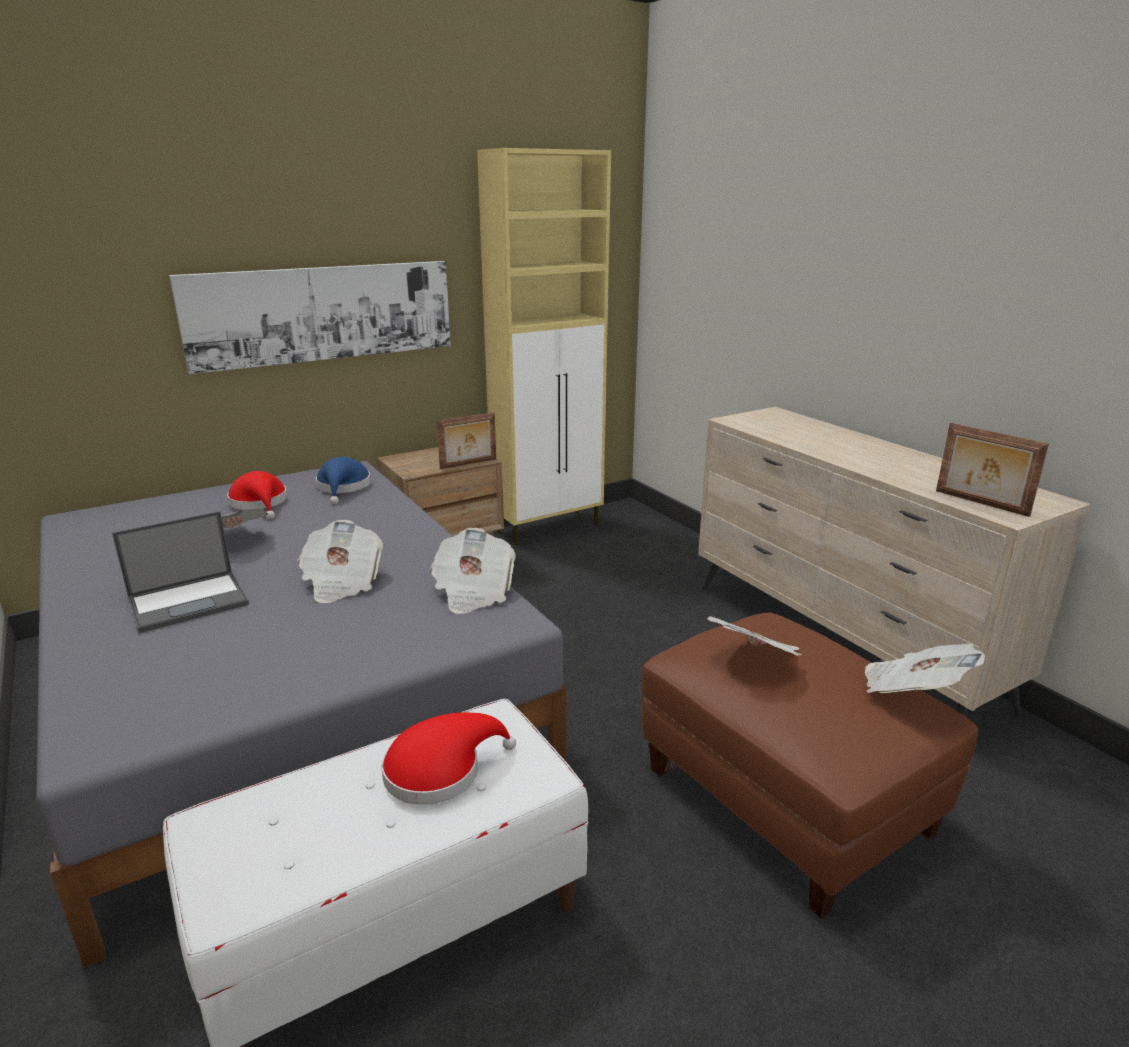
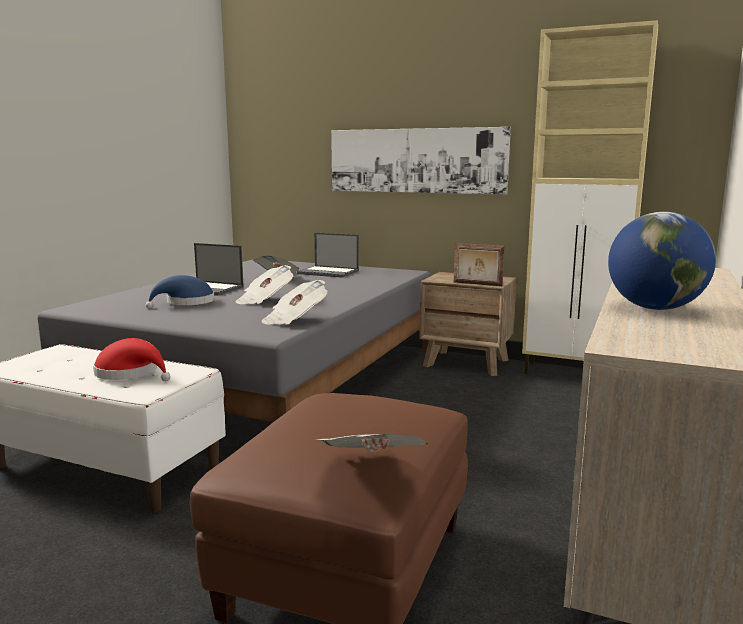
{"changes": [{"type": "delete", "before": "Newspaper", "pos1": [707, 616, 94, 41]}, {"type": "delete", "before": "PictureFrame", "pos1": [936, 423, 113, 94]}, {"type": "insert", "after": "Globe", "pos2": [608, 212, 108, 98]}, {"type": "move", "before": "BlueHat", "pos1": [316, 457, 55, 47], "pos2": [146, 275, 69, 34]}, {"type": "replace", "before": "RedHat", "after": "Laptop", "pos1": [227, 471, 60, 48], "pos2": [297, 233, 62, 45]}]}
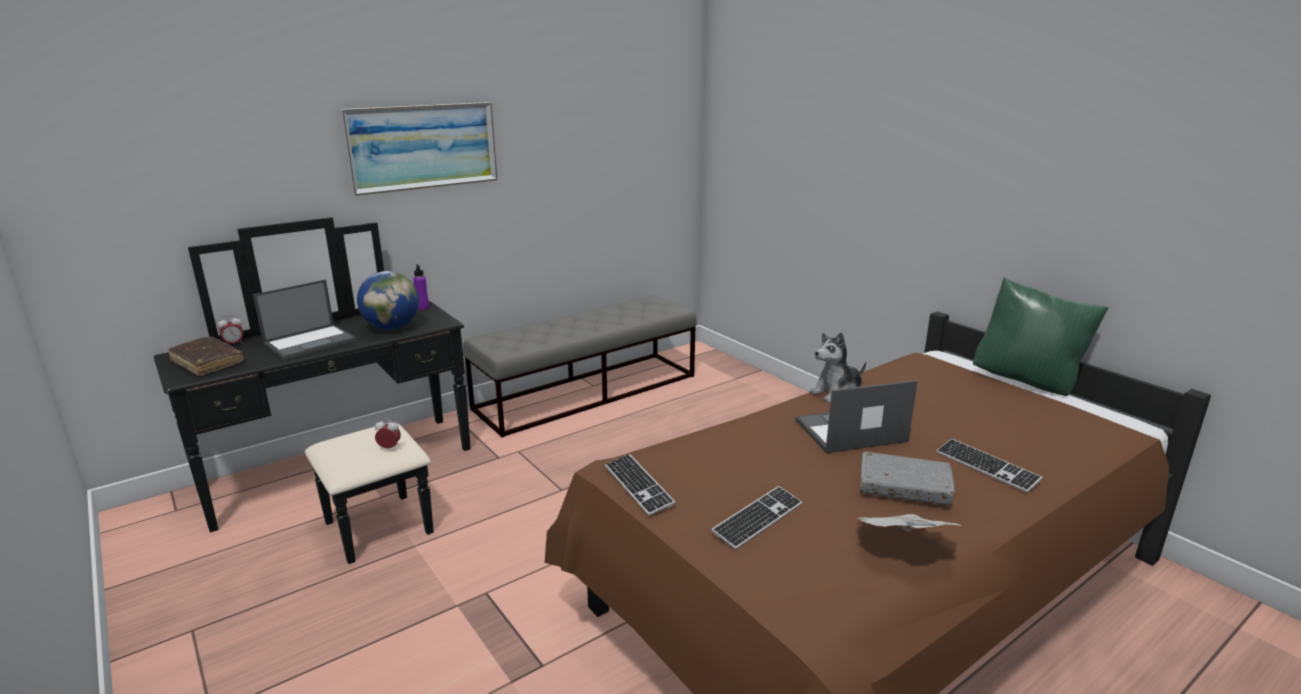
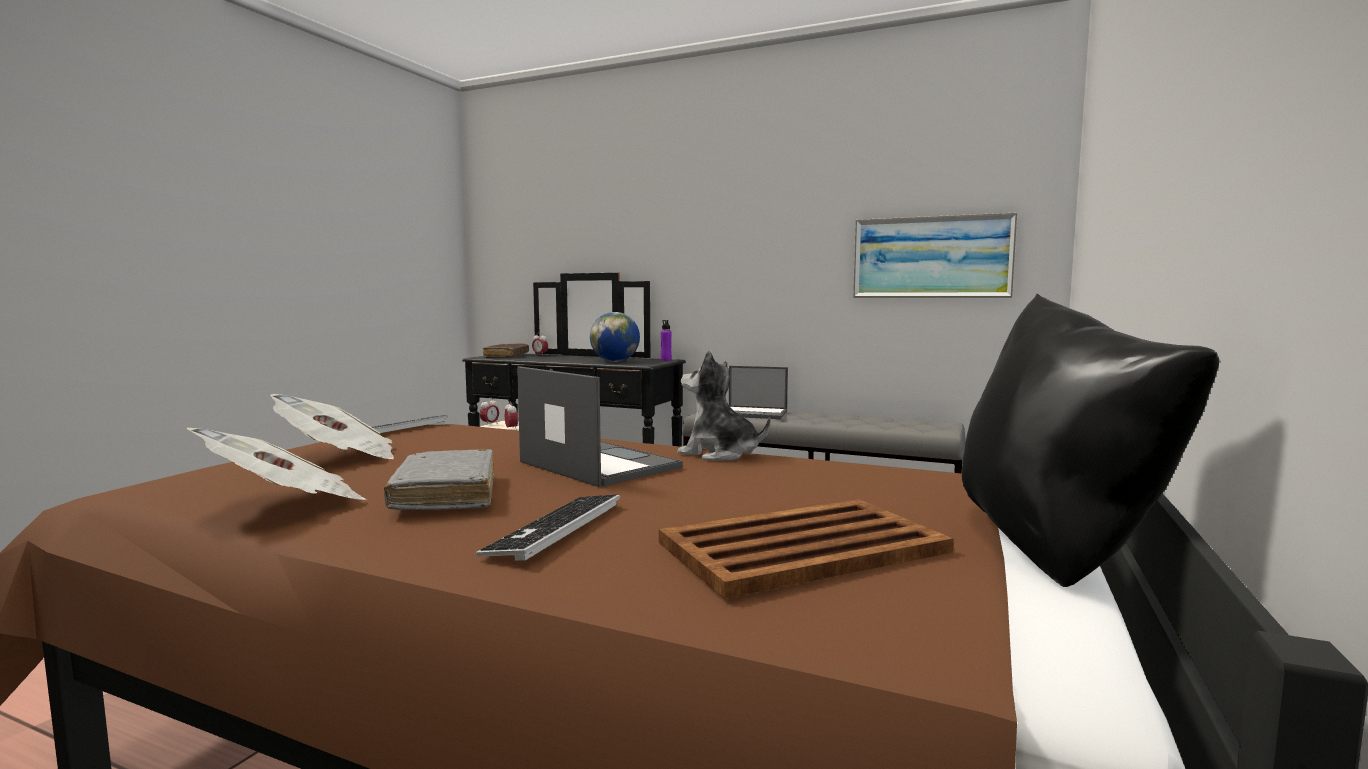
{"changes": [{"type": "insert", "after": "AlarmClock", "pos2": [480, 398, 19, 26]}, {"type": "insert", "after": "BrownTray", "pos2": [659, 499, 295, 100]}, {"type": "move", "before": "Laptop", "pos1": [253, 279, 104, 81], "pos2": [729, 366, 59, 53]}, {"type": "move", "before": "Picture", "pos1": [340, 102, 158, 94], "pos2": [853, 213, 164, 85]}, {"type": "replace", "before": "Keyboard", "after": "Newspaper", "pos1": [711, 486, 92, 64], "pos2": [270, 394, 124, 65]}, {"type": "recolor", "before": "GreenPillow", "after": "BlackPillow", "pos1": [973, 277, 136, 119], "pos2": [962, 294, 257, 293]}]}
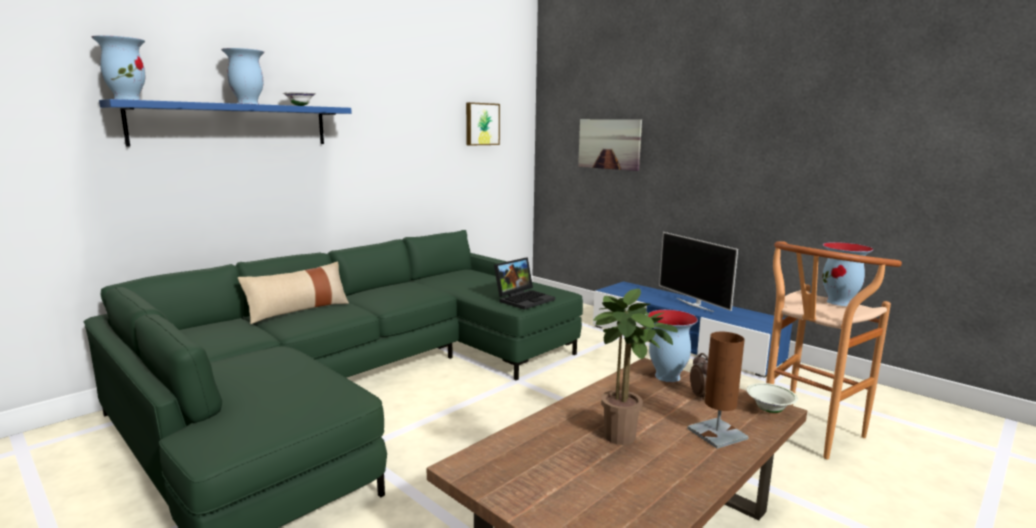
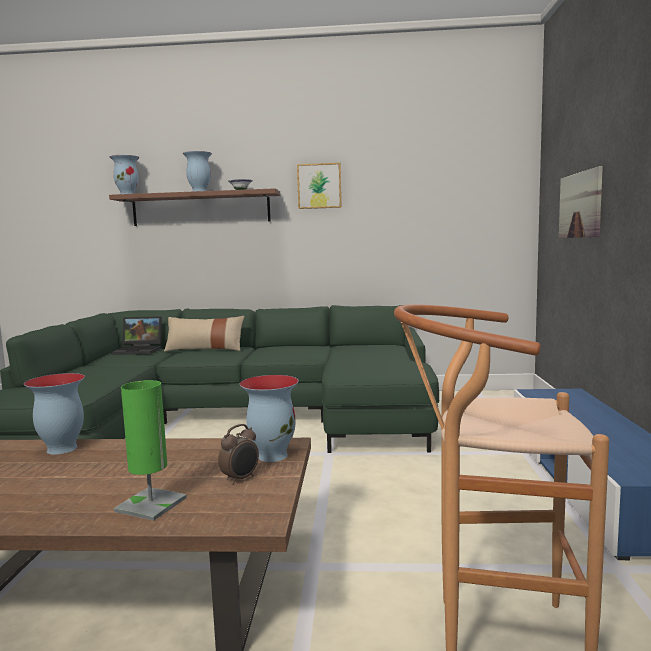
{"changes": [{"type": "delete", "before": "PottedPlant", "pos1": [593, 289, 85, 156]}, {"type": "delete", "before": "Television", "pos1": [659, 232, 79, 80]}, {"type": "delete", "before": "WhiteBowl", "pos1": [746, 383, 52, 30]}, {"type": "move", "before": "Picture", "pos1": [466, 102, 34, 44], "pos2": [297, 163, 45, 46]}, {"type": "move", "before": "Laptop", "pos1": [494, 257, 61, 53], "pos2": [111, 316, 51, 39]}, {"type": "move", "before": "Vase", "pos1": [822, 242, 51, 64], "pos2": [24, 373, 61, 82]}, {"type": "recolor", "before": "BlueShelf", "after": "BrownShelf", "pos1": [99, 99, 253, 48], "pos2": [109, 188, 171, 38]}, {"type": "recolor", "before": "BrownTableLamp", "after": "GreenTableLamp", "pos1": [687, 331, 62, 118], "pos2": [114, 380, 73, 141]}]}
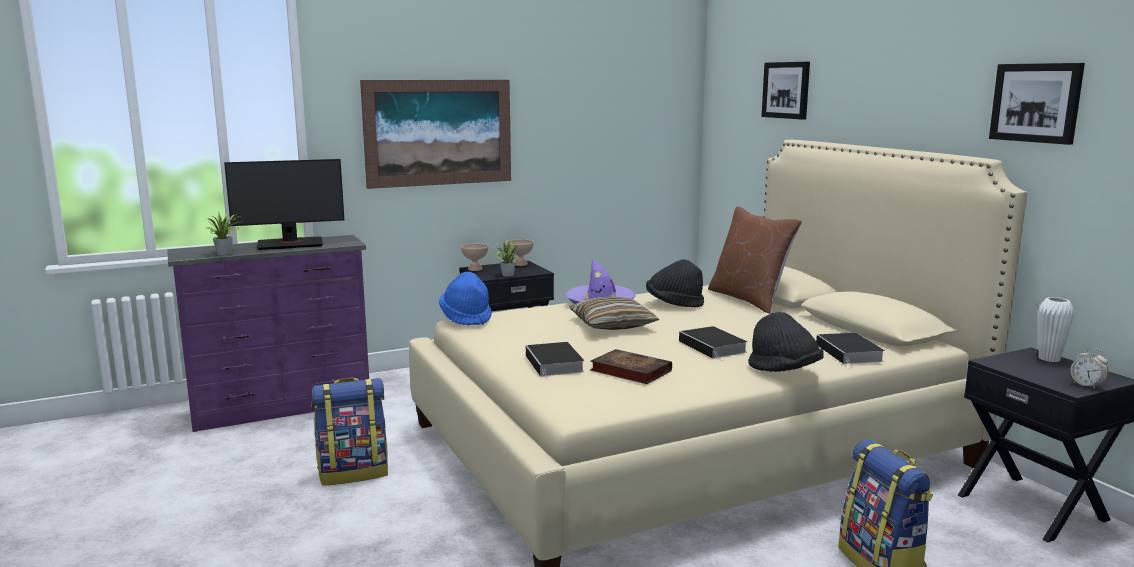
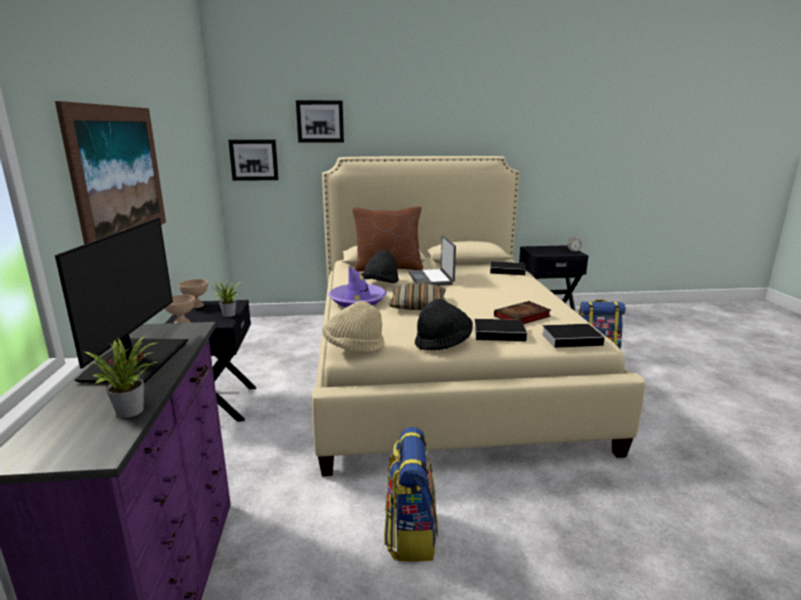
{"changes": [{"type": "delete", "before": "WhiteVase", "pos1": [1038, 297, 36, 65]}, {"type": "insert", "after": "Laptop", "pos2": [408, 236, 48, 50]}, {"type": "move", "before": "Book", "pos1": [679, 326, 69, 35], "pos2": [542, 324, 67, 24]}, {"type": "move", "before": "BlackHat", "pos1": [748, 312, 76, 60], "pos2": [415, 299, 58, 51]}, {"type": "move", "before": "Picture", "pos1": [989, 63, 96, 82], "pos2": [228, 140, 51, 41]}, {"type": "recolor", "before": "BlueHat", "after": "BeigeHat", "pos1": [439, 272, 53, 54], "pos2": [322, 301, 63, 51]}]}
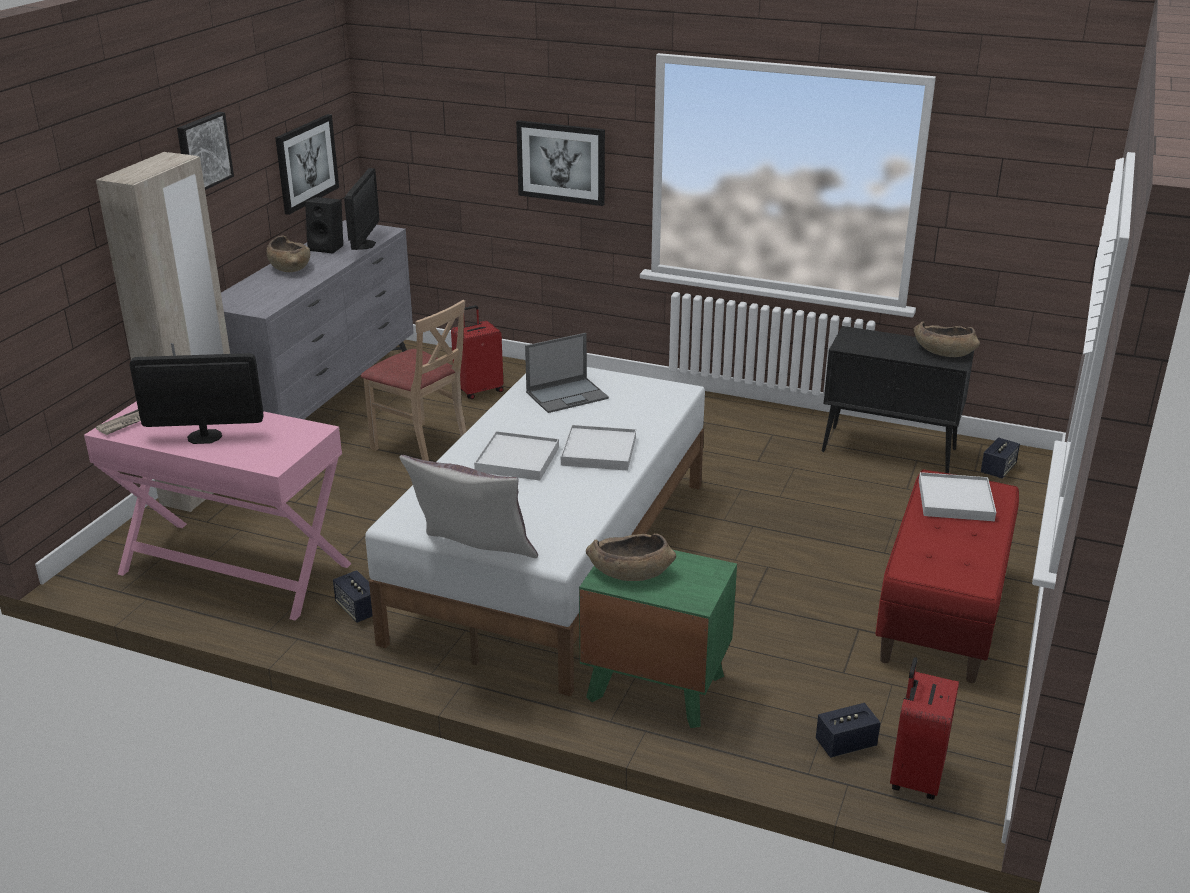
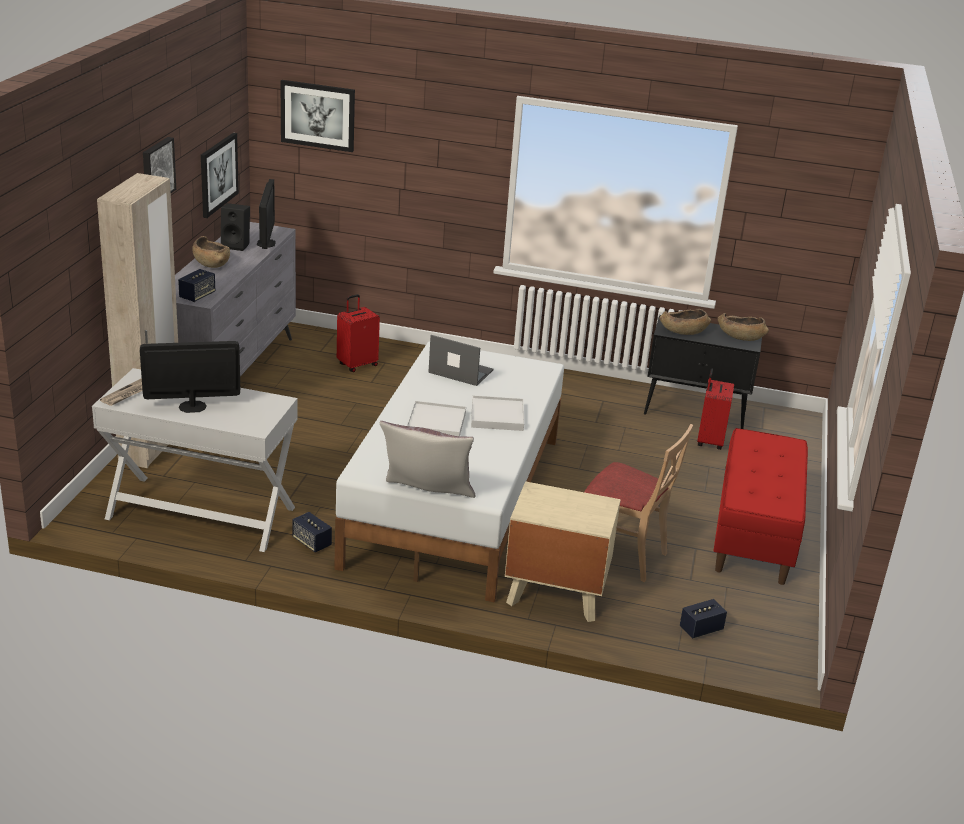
{"changes": [{"type": "delete", "before": "WhiteTray", "pos1": [919, 472, 77, 49]}, {"type": "move", "before": "BeigeChair", "pos1": [361, 300, 106, 161], "pos2": [584, 424, 109, 158]}, {"type": "move", "before": "Picture", "pos1": [516, 120, 89, 86], "pos2": [281, 80, 74, 72]}, {"type": "move", "before": "BrownBowl", "pos1": [586, 533, 90, 48], "pos2": [659, 309, 52, 26]}, {"type": "move", "before": "RedSuitcase", "pos1": [890, 657, 69, 143], "pos2": [697, 369, 37, 81]}, {"type": "move", "before": "Speaker", "pos1": [981, 437, 39, 41], "pos2": [178, 269, 37, 33]}, {"type": "recolor", "before": "PinkConsoleTable", "after": "WhiteConsoleTable", "pos1": [84, 401, 268, 219], "pos2": [92, 368, 206, 184]}, {"type": "recolor", "before": "GreenNightstand", "after": "BeigeNightstand", "pos1": [579, 550, 158, 178], "pos2": [505, 481, 116, 141]}, {"type": "rotate", "before": "Laptop", "pos1": [525, 333, 84, 80], "pos2": [428, 335, 66, 51], "turn": -120}]}
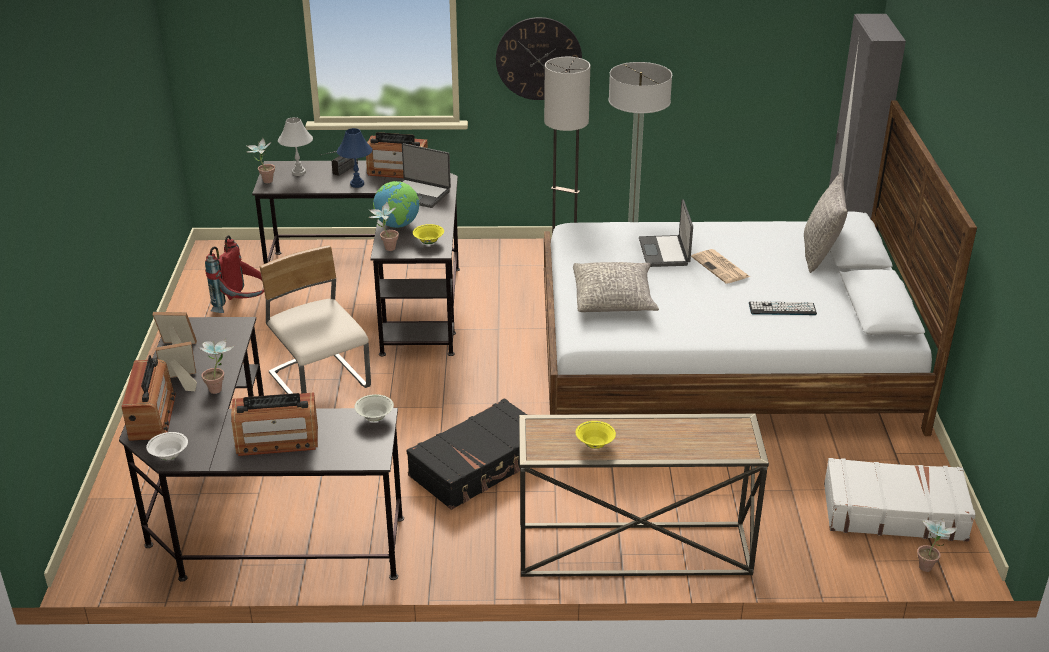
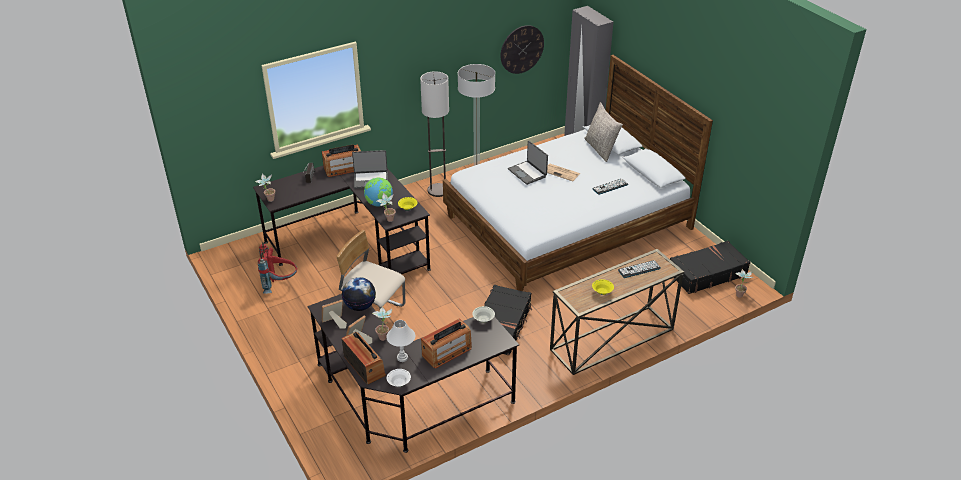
{"changes": [{"type": "delete", "before": "BlueTableLamp", "pos1": [337, 128, 35, 60]}, {"type": "delete", "before": "GreyPillow", "pos1": [573, 262, 86, 50]}, {"type": "insert", "after": "Globe", "pos2": [342, 277, 34, 34]}, {"type": "insert", "after": "Keyboard", "pos2": [618, 260, 43, 18]}, {"type": "move", "before": "WhiteTableLamp", "pos1": [278, 117, 35, 59], "pos2": [386, 320, 29, 42]}, {"type": "move", "before": "WallClock", "pos1": [496, 17, 86, 83], "pos2": [500, 25, 44, 49]}, {"type": "recolor", "before": "WhiteSuitcase", "after": "BlackSuitcase", "pos1": [824, 458, 152, 84], "pos2": [670, 241, 80, 53]}]}
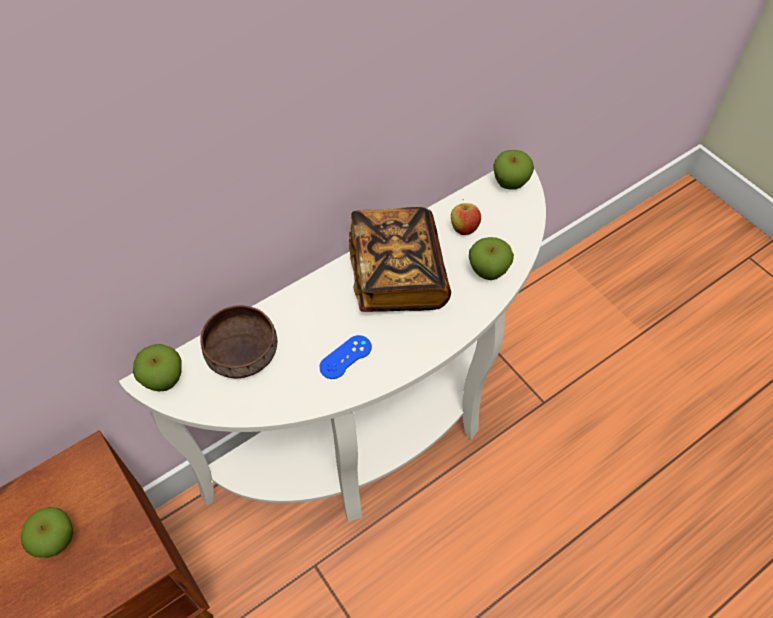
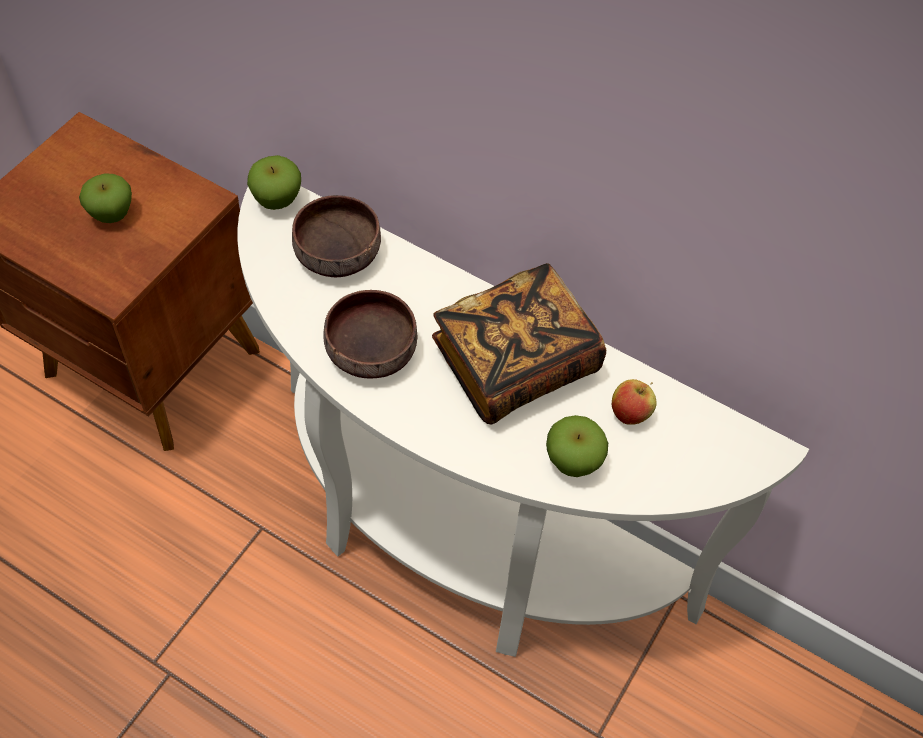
{"changes": [{"type": "delete", "before": "Apple", "pos1": [493, 150, 41, 40]}, {"type": "replace", "before": "BlueGameController", "after": "BrownBowl", "pos1": [319, 335, 53, 44], "pos2": [324, 290, 93, 89]}]}
